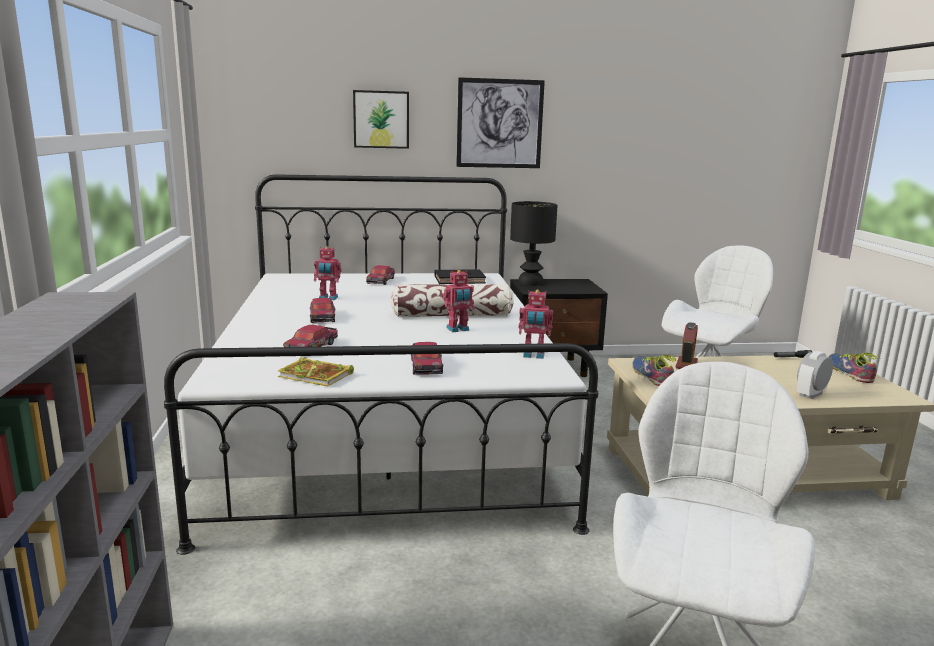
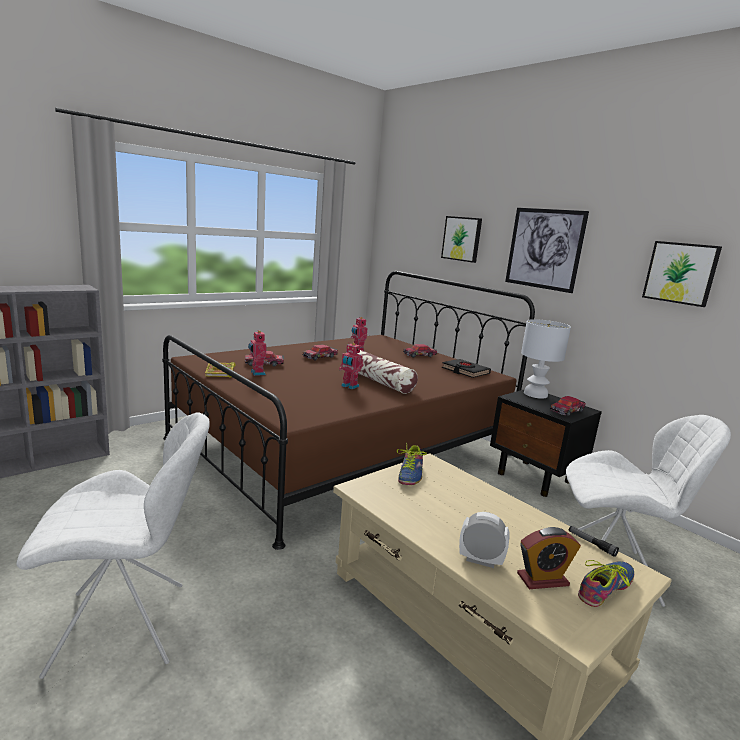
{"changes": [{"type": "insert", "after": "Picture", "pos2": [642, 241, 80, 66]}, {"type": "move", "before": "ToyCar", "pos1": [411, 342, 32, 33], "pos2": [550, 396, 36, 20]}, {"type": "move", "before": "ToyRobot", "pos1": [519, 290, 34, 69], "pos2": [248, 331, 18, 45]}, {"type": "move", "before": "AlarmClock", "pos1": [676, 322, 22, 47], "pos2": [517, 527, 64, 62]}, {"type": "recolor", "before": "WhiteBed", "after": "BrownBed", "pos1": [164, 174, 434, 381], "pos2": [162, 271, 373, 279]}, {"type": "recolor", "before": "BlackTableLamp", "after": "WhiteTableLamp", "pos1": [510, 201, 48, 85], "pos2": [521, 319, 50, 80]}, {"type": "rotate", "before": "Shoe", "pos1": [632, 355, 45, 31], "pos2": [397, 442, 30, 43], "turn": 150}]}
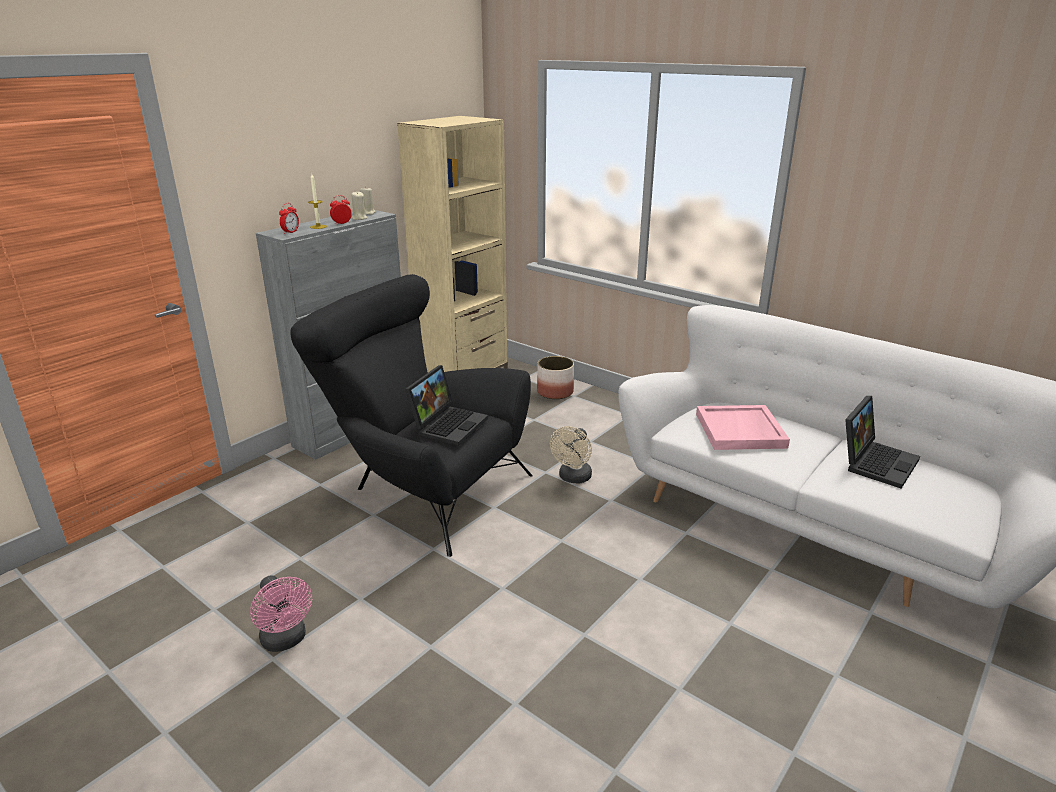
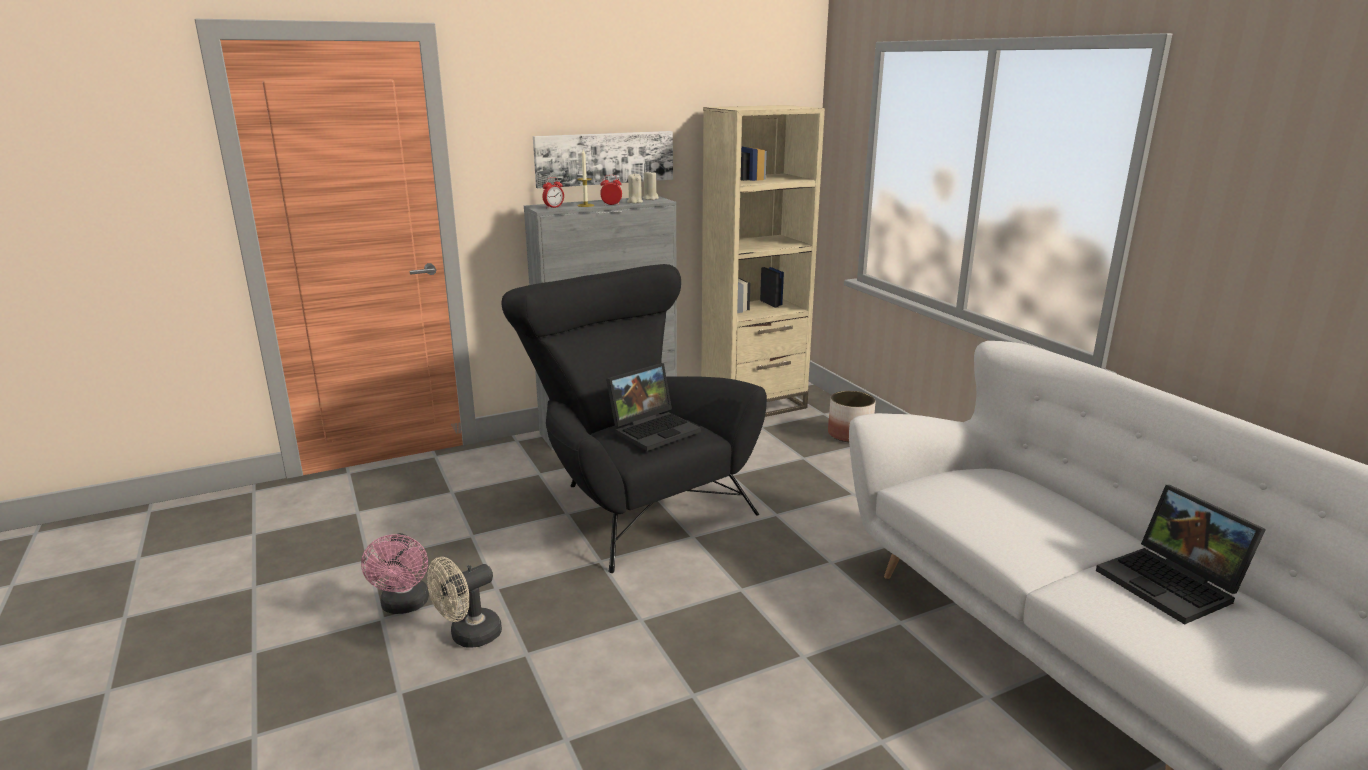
{"changes": [{"type": "delete", "before": "PinkTray", "pos1": [696, 405, 94, 45]}, {"type": "insert", "after": "Picture", "pos2": [533, 131, 140, 58]}, {"type": "move", "before": "BeigeFan", "pos1": [550, 426, 42, 58], "pos2": [427, 557, 75, 91]}, {"type": "rotate", "before": "Laptop", "pos1": [845, 396, 75, 93], "pos2": [1096, 485, 170, 140], "turn": 90}]}
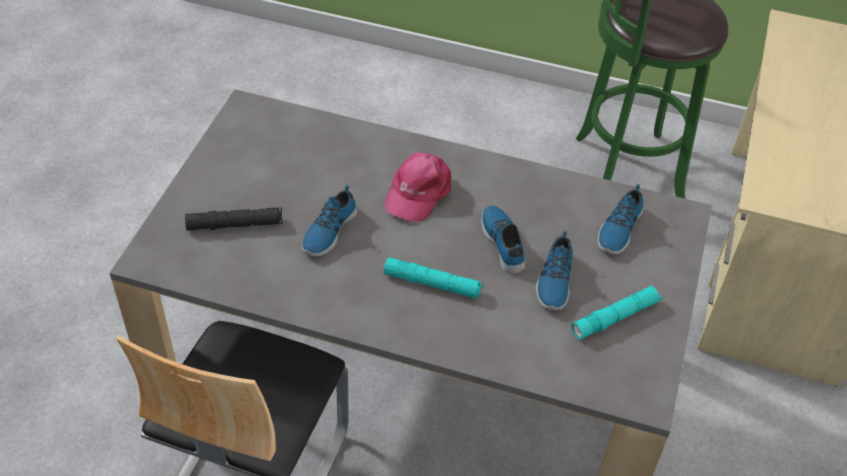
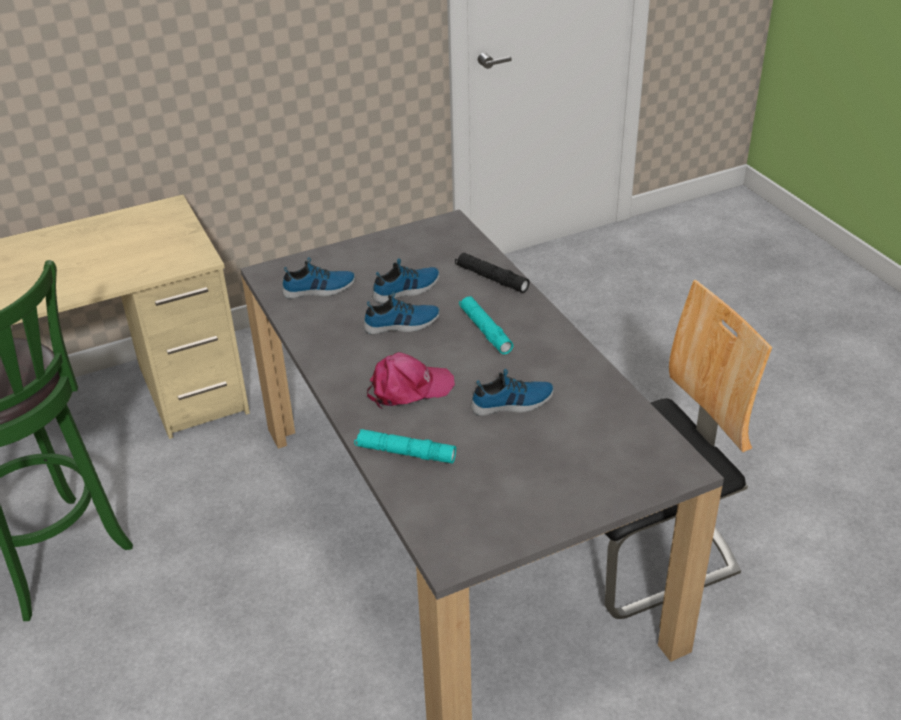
{"changes": [{"type": "move", "before": "BlackFlashlight", "pos1": [185, 207, 98, 24], "pos2": [455, 253, 75, 40]}, {"type": "move", "before": "TurquoiseFlashlight", "pos1": [571, 285, 91, 55], "pos2": [354, 429, 102, 35]}, {"type": "rotate", "before": "Shoe", "pos1": [481, 205, 44, 69], "pos2": [363, 291, 77, 43], "turn": -135}]}
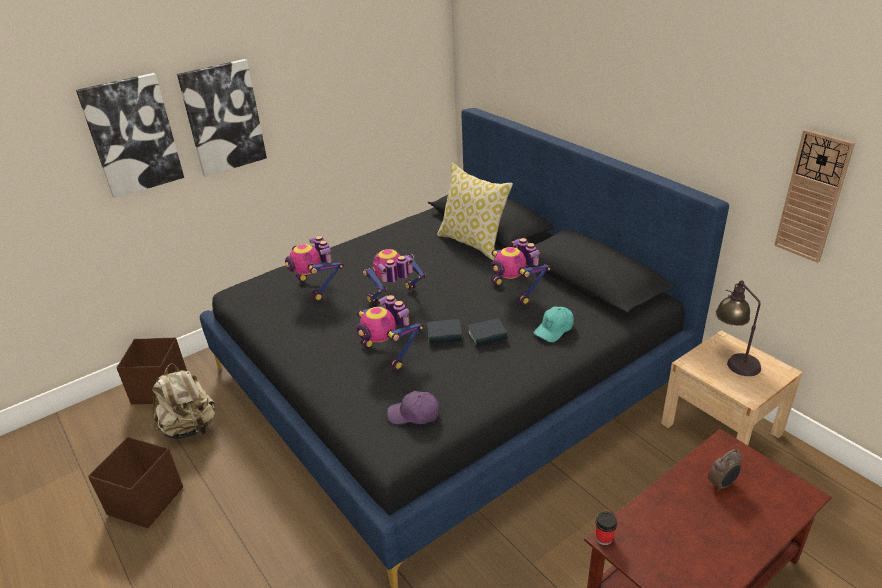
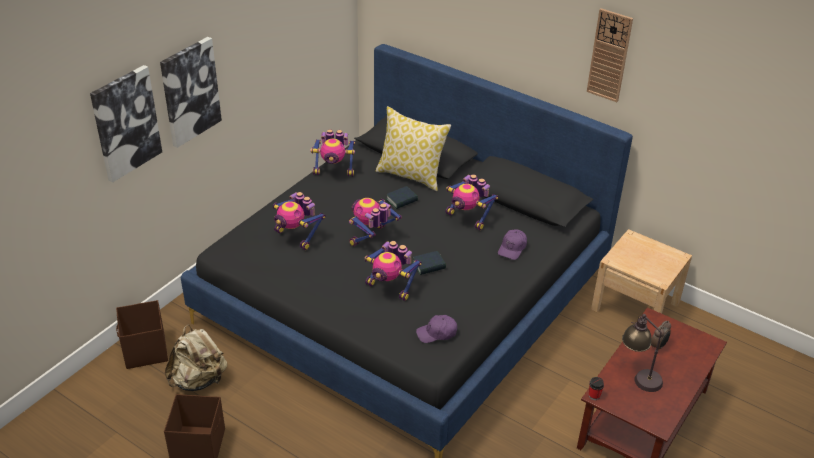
{"changes": [{"type": "insert", "after": "ToyRobot", "pos2": [310, 129, 45, 47]}, {"type": "move", "before": "Book", "pos1": [467, 318, 41, 28], "pos2": [386, 186, 32, 23]}, {"type": "move", "before": "TableLamp", "pos1": [715, 280, 46, 96], "pos2": [622, 314, 41, 78]}, {"type": "move", "before": "WallClock", "pos1": [774, 129, 81, 134], "pos2": [587, 8, 46, 94]}, {"type": "recolor", "before": "TurquoiseCap", "after": "PurpleCap", "pos1": [534, 307, 40, 35], "pos2": [498, 229, 29, 31]}]}
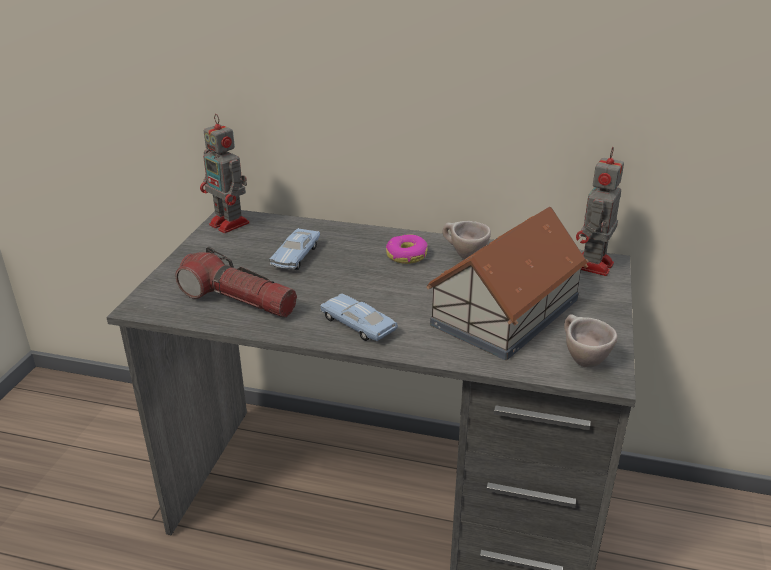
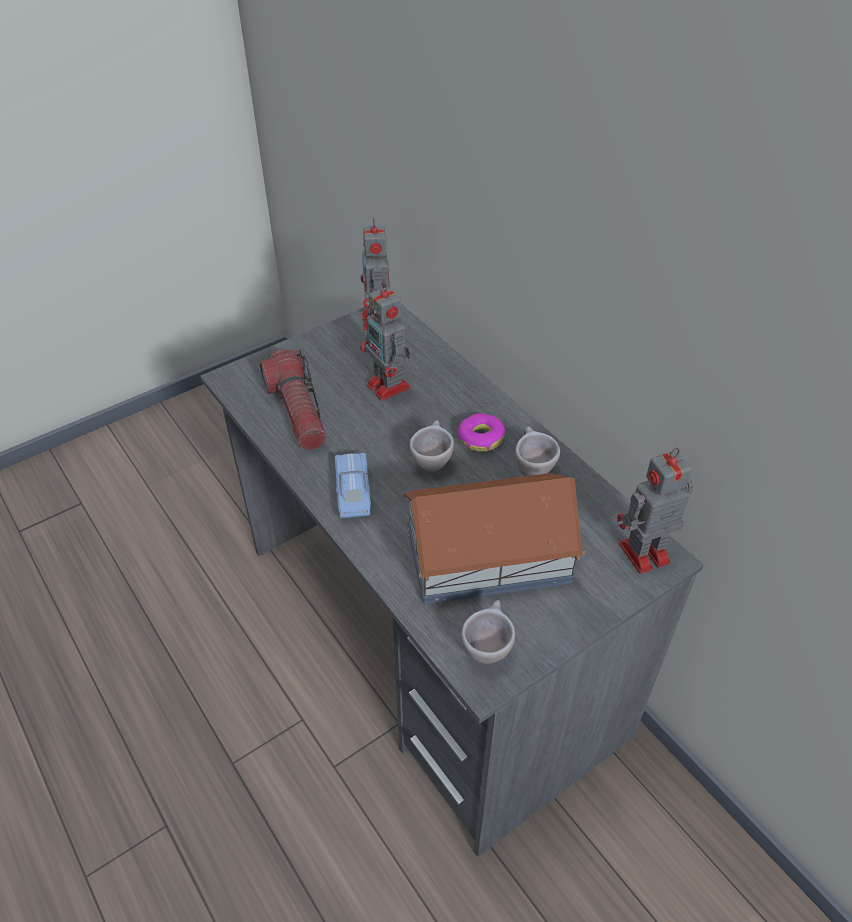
{"changes": [{"type": "insert", "after": "BeigeCup", "pos2": [409, 420, 45, 52]}, {"type": "replace", "before": "BlueToyCar", "after": "ToyRobot", "pos1": [269, 228, 51, 42], "pos2": [360, 281, 51, 120]}]}
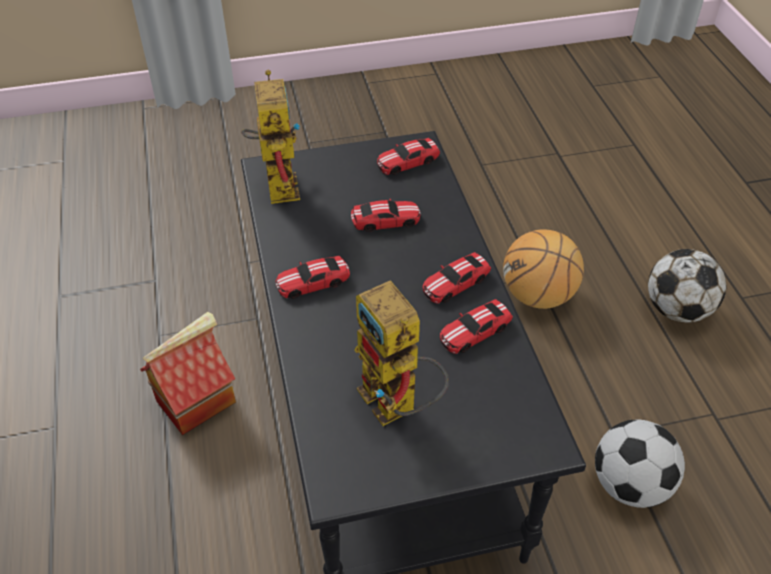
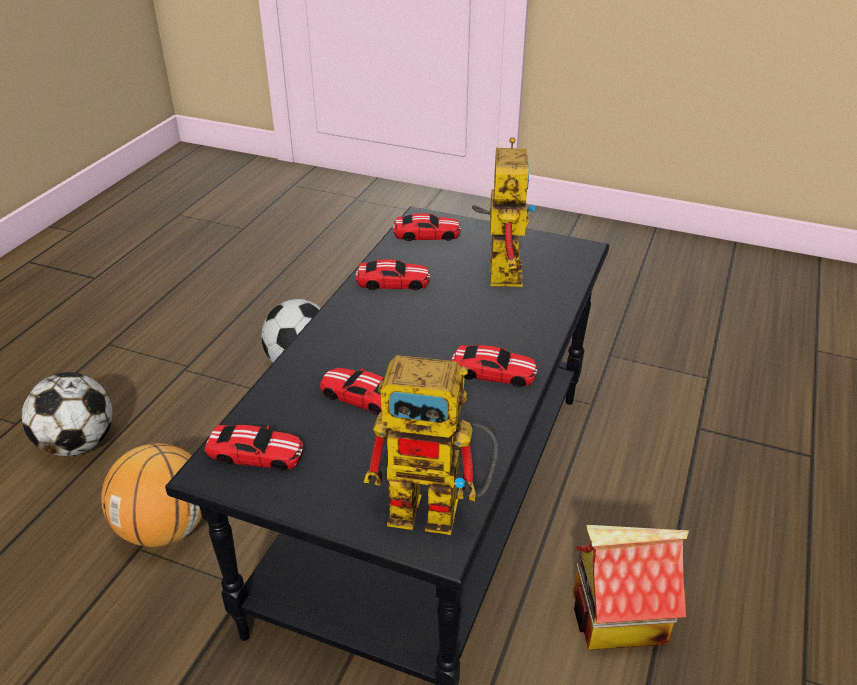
{"changes": [{"type": "move", "before": "ToyCar", "pos1": [423, 252, 68, 52], "pos2": [393, 213, 68, 28]}, {"type": "rotate", "before": "ToyRobot", "pos1": [241, 70, 59, 134], "pos2": [363, 355, 135, 180], "turn": -105}]}
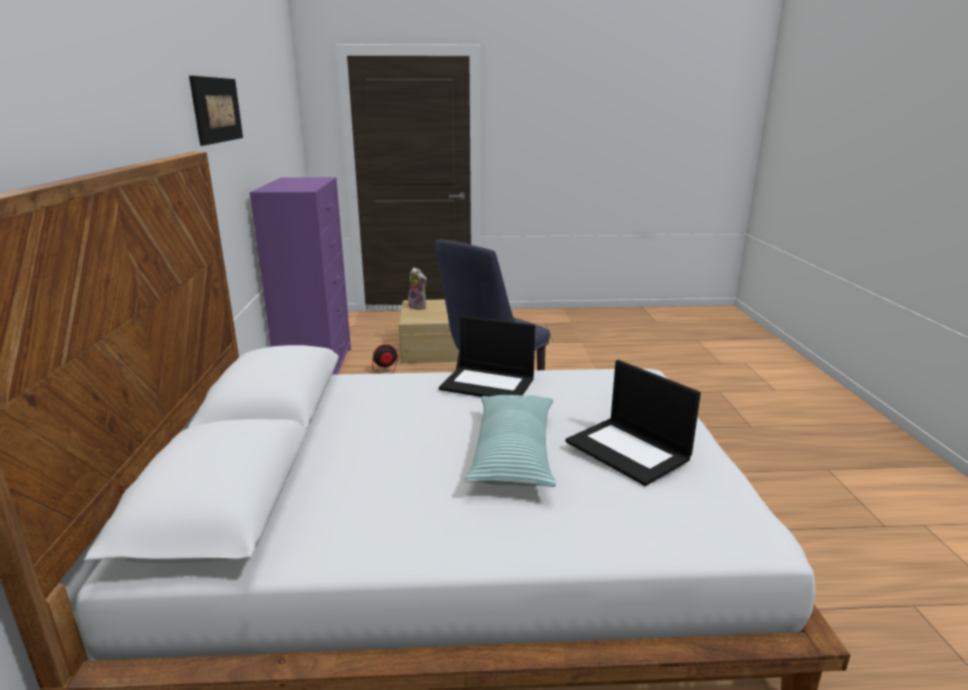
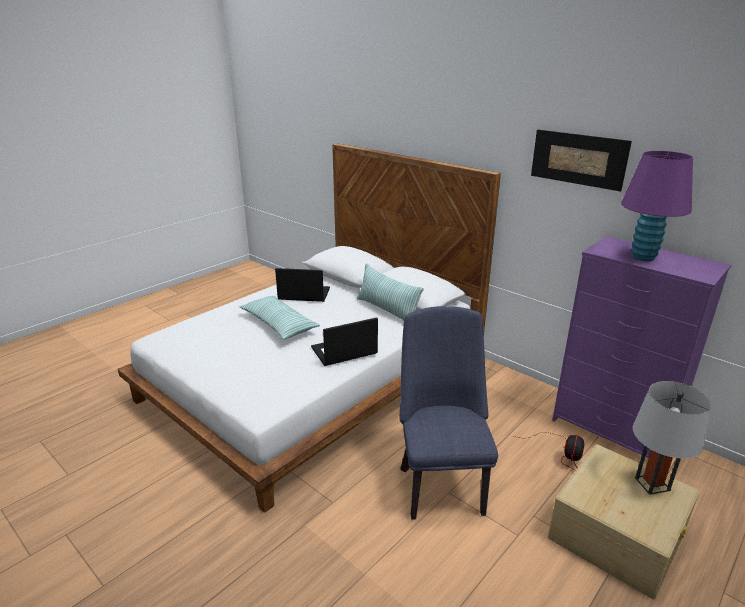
{"changes": [{"type": "insert", "after": "Pillow", "pos2": [357, 263, 67, 57]}, {"type": "insert", "after": "PurpleTableLamp", "pos2": [621, 151, 72, 110]}, {"type": "move", "before": "Laptop", "pos1": [565, 360, 136, 126], "pos2": [275, 268, 55, 34]}, {"type": "replace", "before": "PlushToy", "after": "GreyTableLamp", "pos1": [408, 267, 19, 43], "pos2": [633, 381, 78, 114]}]}
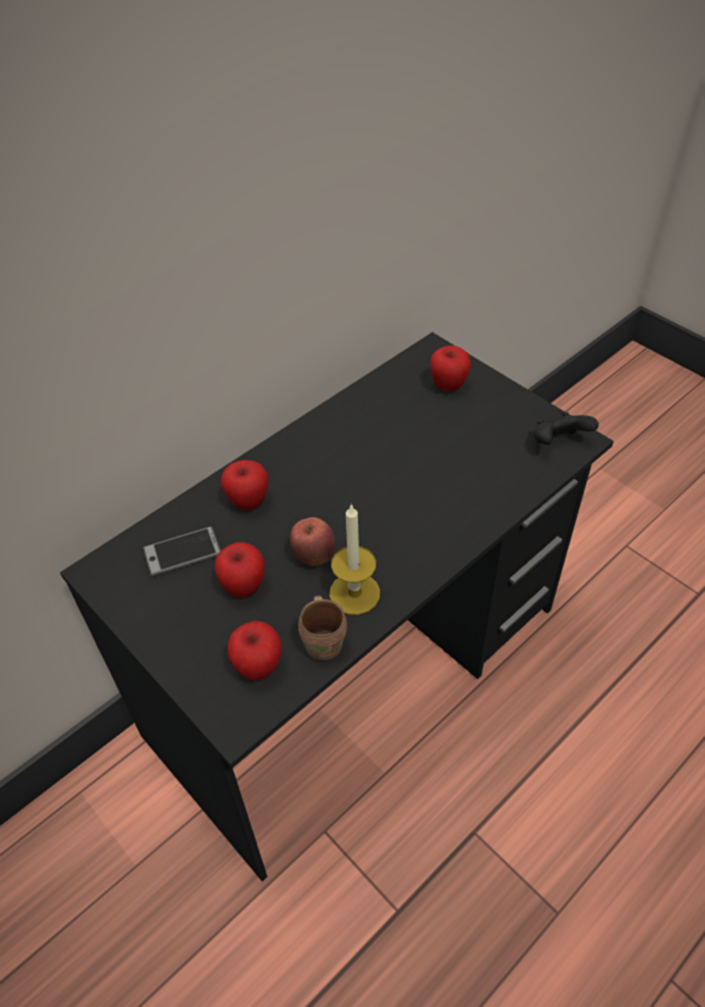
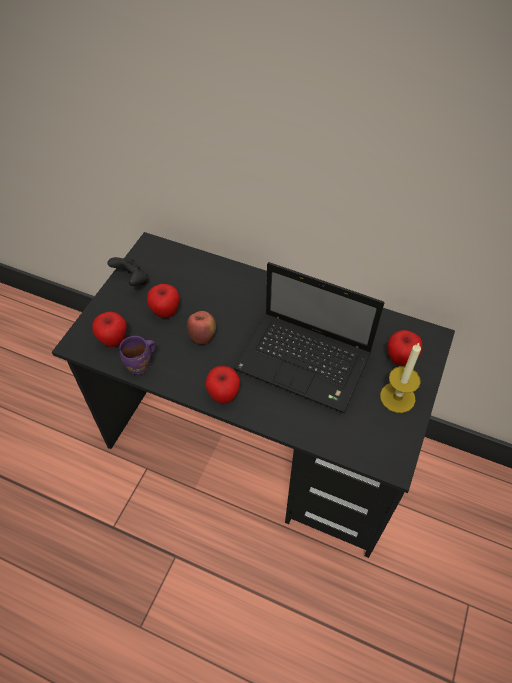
{"changes": [{"type": "delete", "before": "Phone", "pos1": [143, 526, 78, 51]}, {"type": "insert", "after": "Laptop", "pos2": [234, 262, 150, 151]}, {"type": "move", "before": "Apple", "pos1": [221, 460, 48, 50], "pos2": [205, 366, 35, 38]}, {"type": "move", "before": "Candle", "pos1": [329, 503, 51, 112], "pos2": [380, 343, 41, 70]}, {"type": "move", "before": "BlackGameController", "pos1": [533, 412, 66, 33], "pos2": [107, 257, 42, 29]}, {"type": "recolor", "before": "BrownMug", "after": "PurpleMug", "pos1": [298, 595, 49, 65], "pos2": [119, 336, 37, 39]}]}
